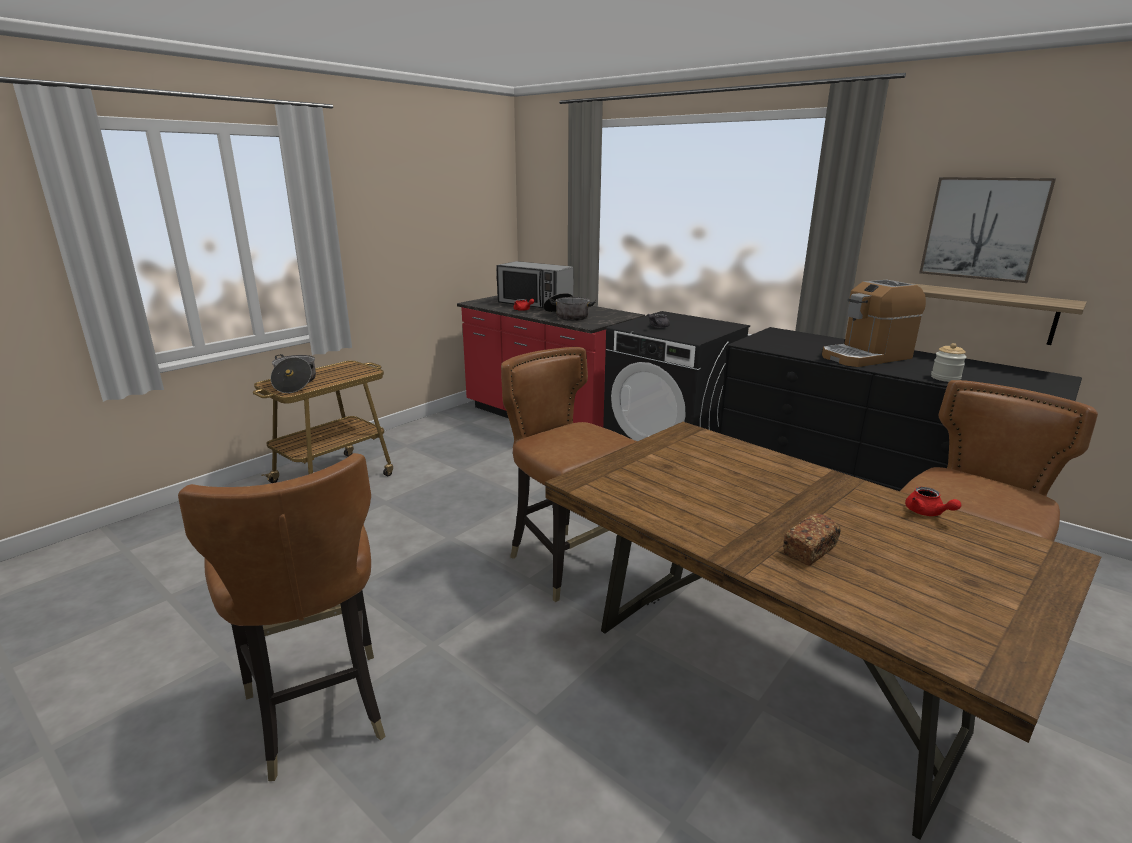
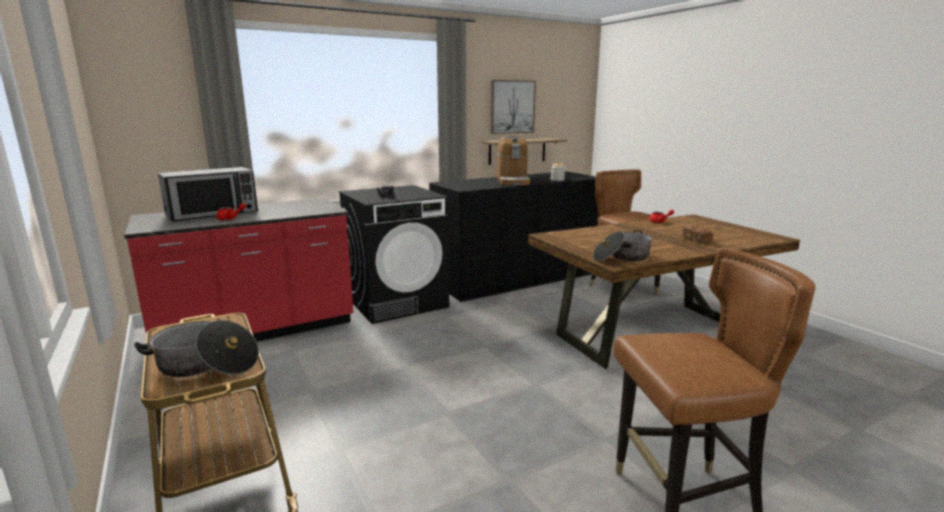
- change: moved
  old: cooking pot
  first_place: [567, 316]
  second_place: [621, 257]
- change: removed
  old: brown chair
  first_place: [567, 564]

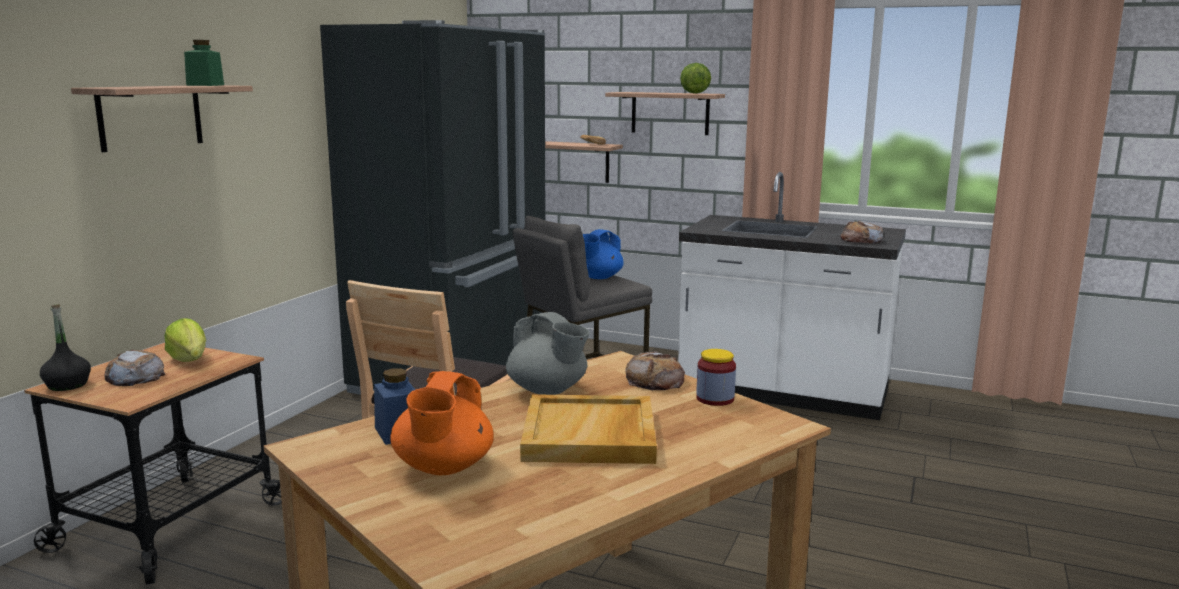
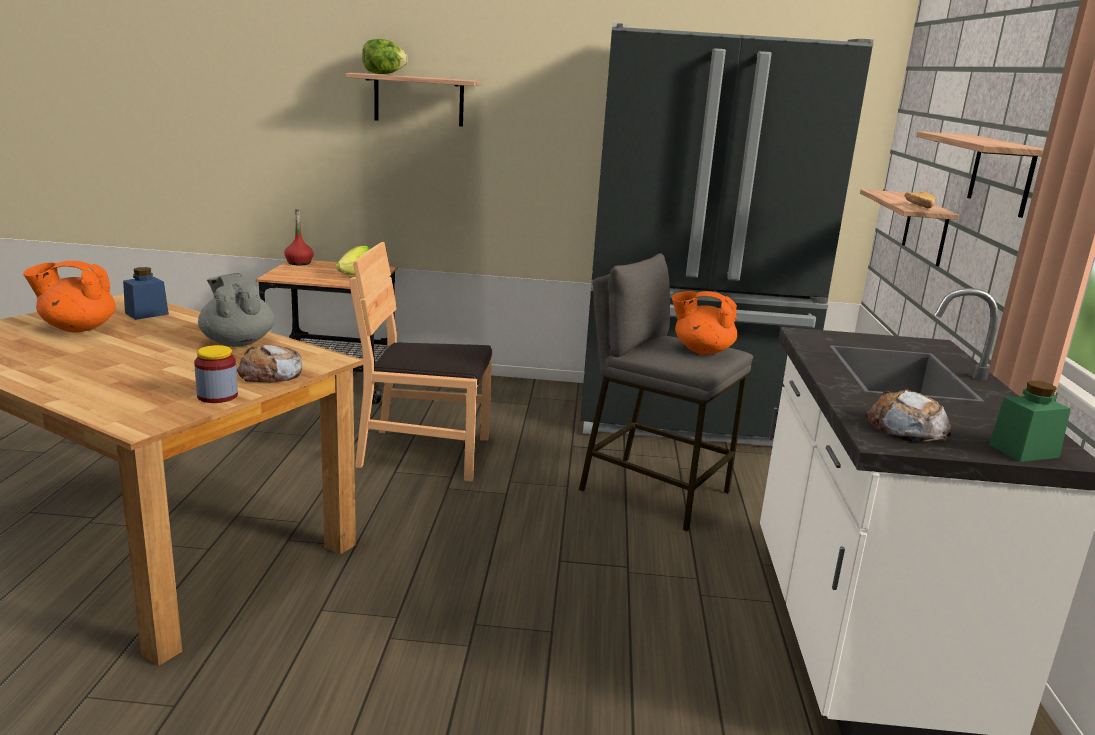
- change: turned
  old: grey teapot
  first_place: [548, 391]
  second_place: [237, 342]
  degrees: 120
- change: recoloured
  old: black bottle
  new: red bottle
  first_place: [67, 385]
  second_place: [299, 263]
- change: moved
  old: lettuce
  first_place: [694, 93]
  second_place: [383, 74]
- change: recoloured
  old: blue teapot
  new: orange teapot
  first_place: [597, 277]
  second_place: [701, 350]
- change: moved
  old: green jar
  first_place: [205, 85]
  second_place: [1023, 451]
- change: removed
  old: bread
  first_place: [135, 377]
- change: removed
  old: beige tray
  first_place: [590, 435]

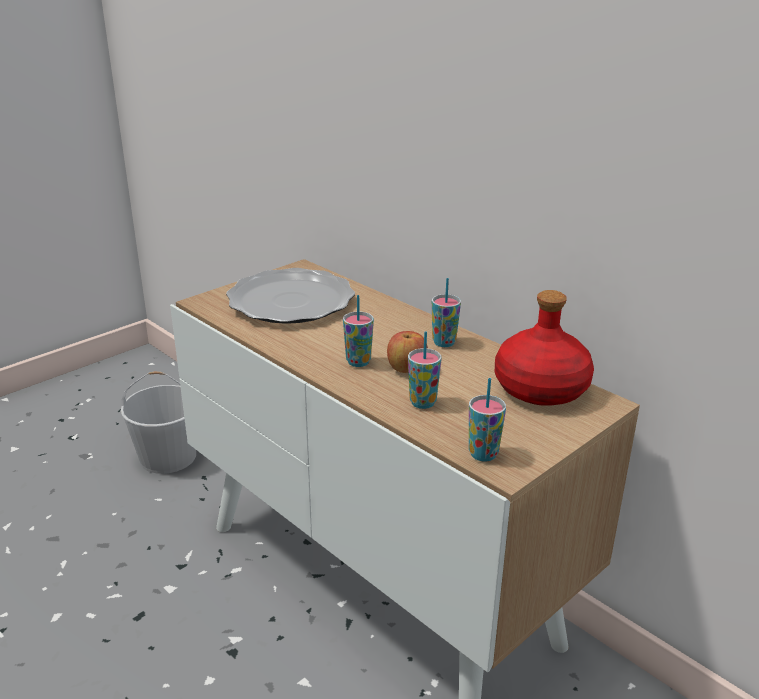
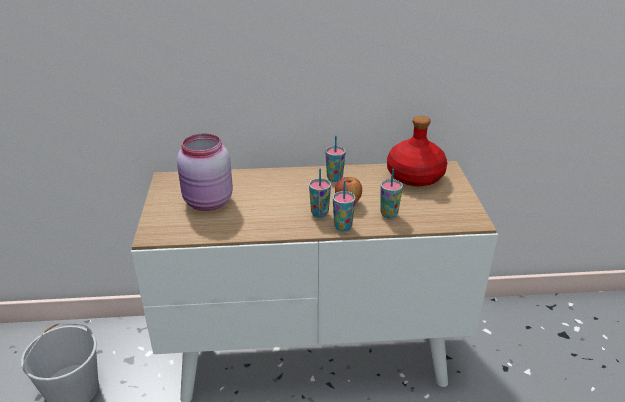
- change: replaced
  old: plate
  new: pink jar
  first_place: [290, 301]
  second_place: [208, 202]
- change: moved
  old: cup
  first_place: [483, 454]
  second_place: [343, 227]

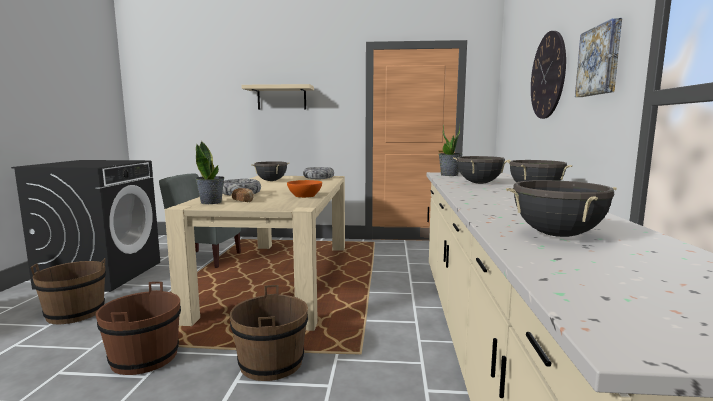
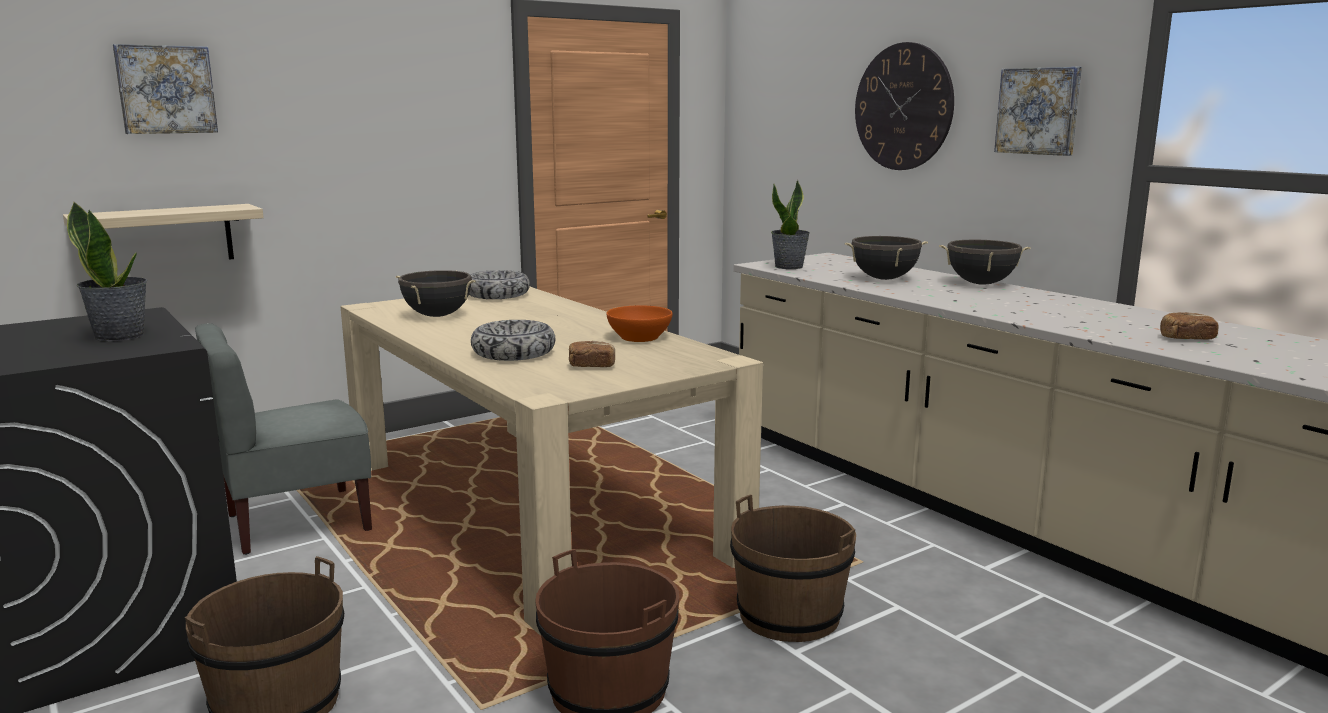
- change: moved
  old: shelf
  first_place: [281, 98]
  second_place: [164, 236]
- change: moved
  old: potted plant
  first_place: [211, 202]
  second_place: [120, 336]
- change: added
  new: picture
  second_place: [166, 89]
- change: replaced
  old: black cooking pot
  new: bread
  first_place: [557, 235]
  second_place: [1186, 339]

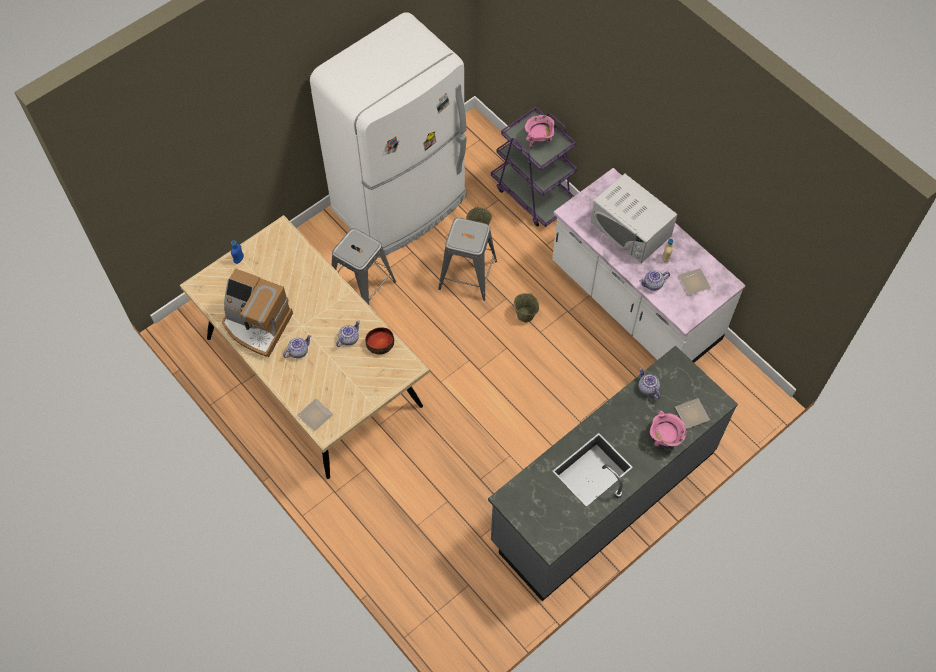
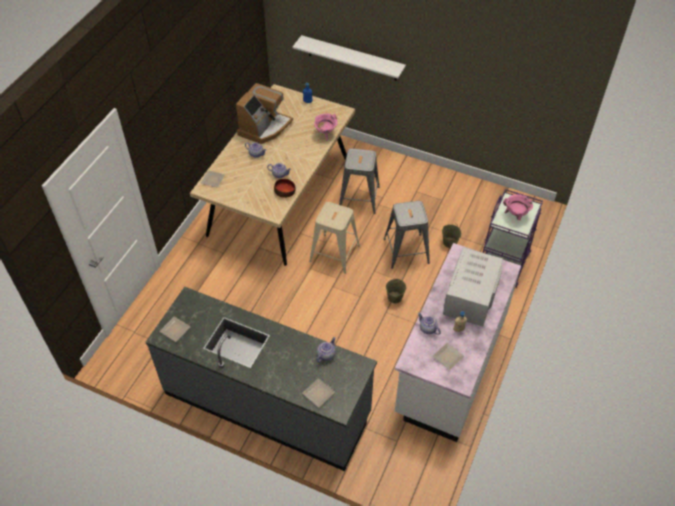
- change: added
  new: plate
  second_place: [174, 330]
- change: turned
  old: coffee machine
  first_place: [257, 325]
  second_place: [264, 128]
  degrees: -150
- change: added
  new: white shelf
  second_place: [352, 58]
- change: added
  new: beige stool
  second_place: [334, 253]
- change: moved
  old: pink cooking pot
  first_place: [664, 438]
  second_place: [325, 134]
- change: removed
  old: white fridge
  first_place: [401, 204]

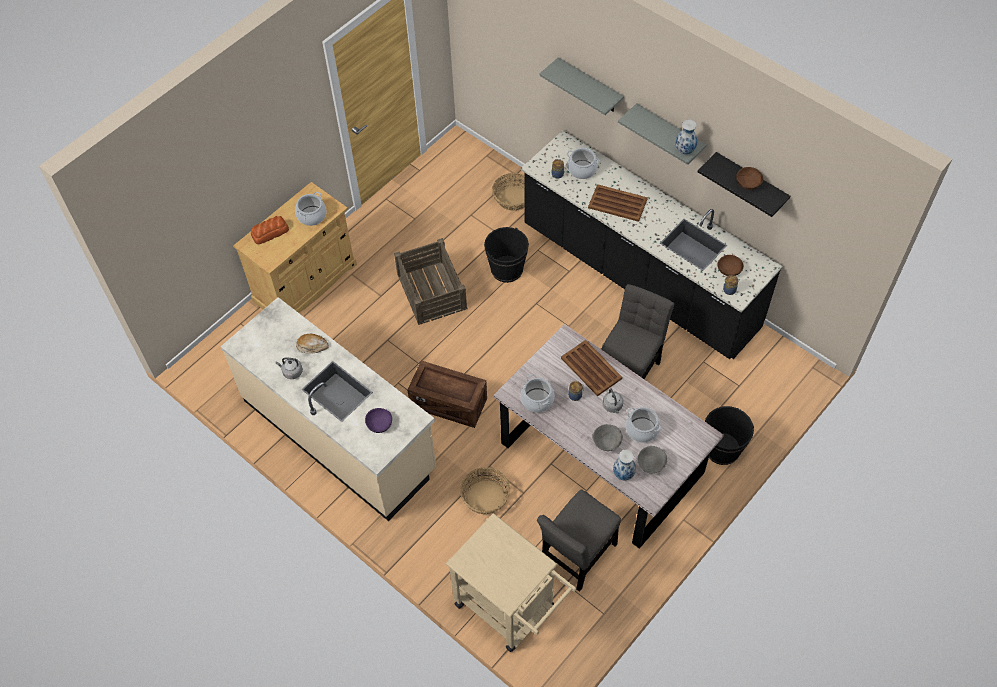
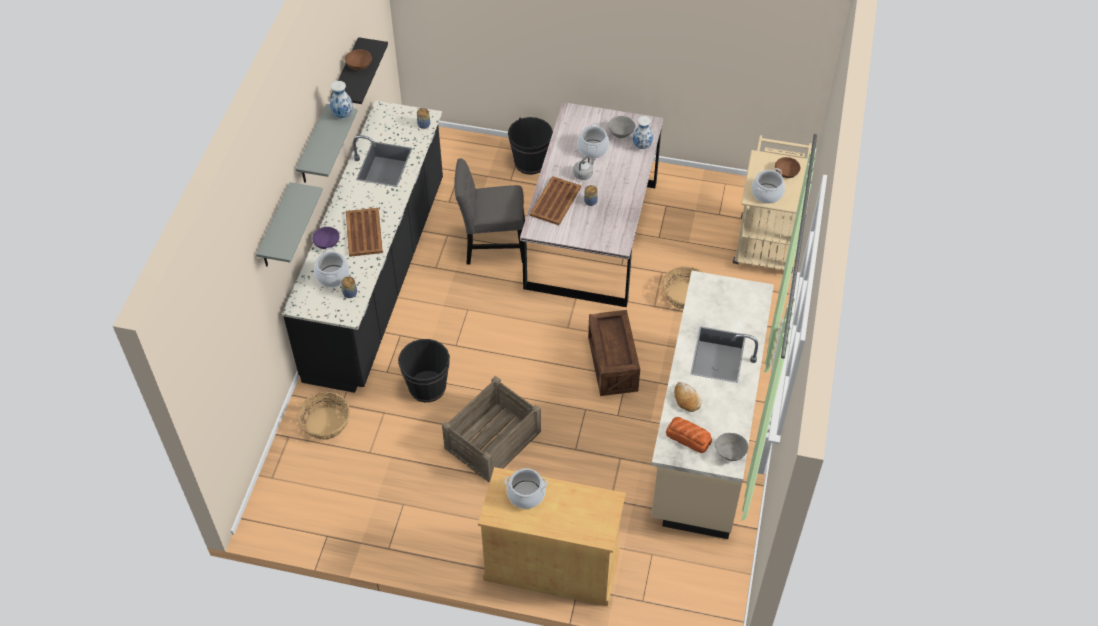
- change: moved
  old: purple bowl
  first_place: [379, 424]
  second_place: [327, 243]
- change: moved
  old: bread
  first_place: [270, 232]
  second_place: [688, 437]
- change: moved
  old: grey bowl
  first_place: [607, 443]
  second_place: [730, 453]
- change: moved
  old: cooking pot
  first_place: [537, 400]
  second_place: [767, 193]
- change: moved
  old: brown bowl
  first_place: [729, 270]
  second_place: [786, 172]
- change: removed
  old: grey kettle
  first_place: [291, 372]
- change: removed
  old: grey chair
  first_place: [577, 556]

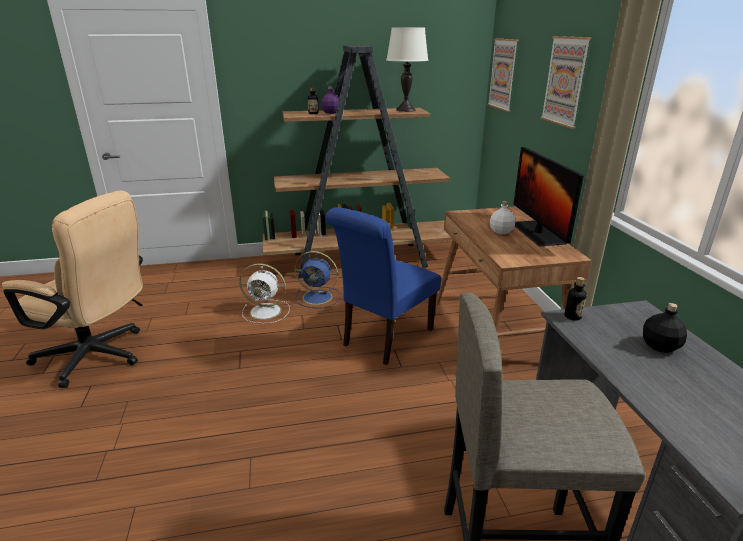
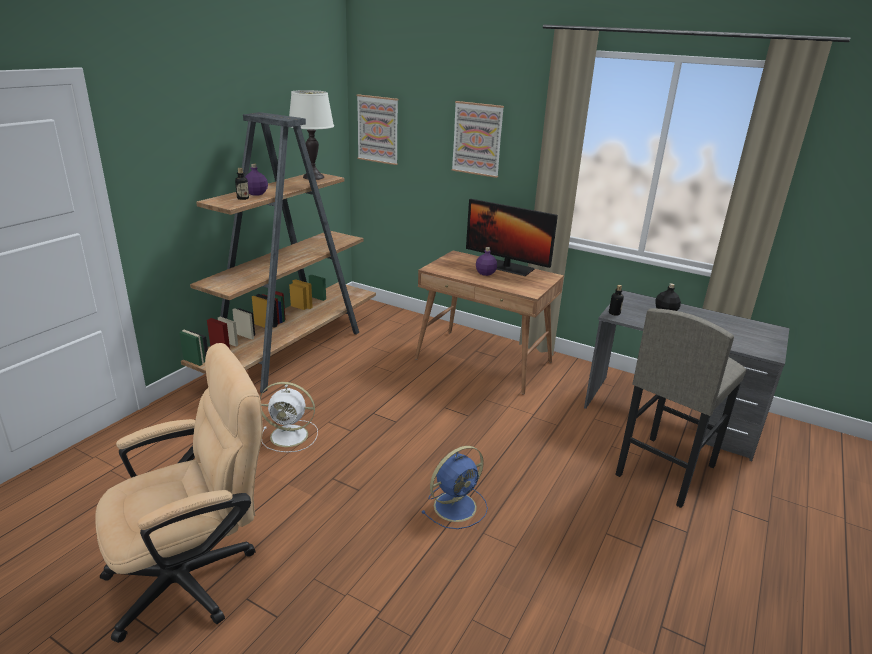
- change: turned
  old: white fan
  first_place: [267, 311]
  second_place: [291, 436]
  degrees: 45
- change: moved
  old: blue fan
  first_place: [319, 297]
  second_place: [456, 506]
- change: recoloured
  old: white bottle
  new: purple bottle
  first_place: [501, 231]
  second_place: [485, 273]
- change: removed
  old: blue chair
  first_place: [384, 339]

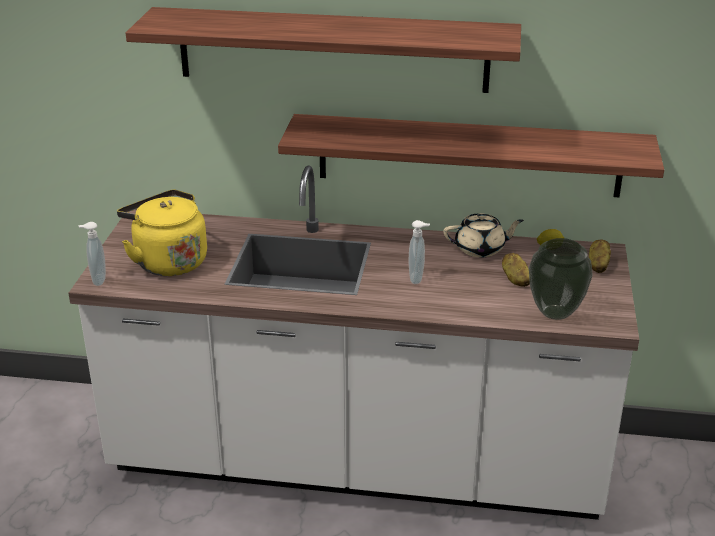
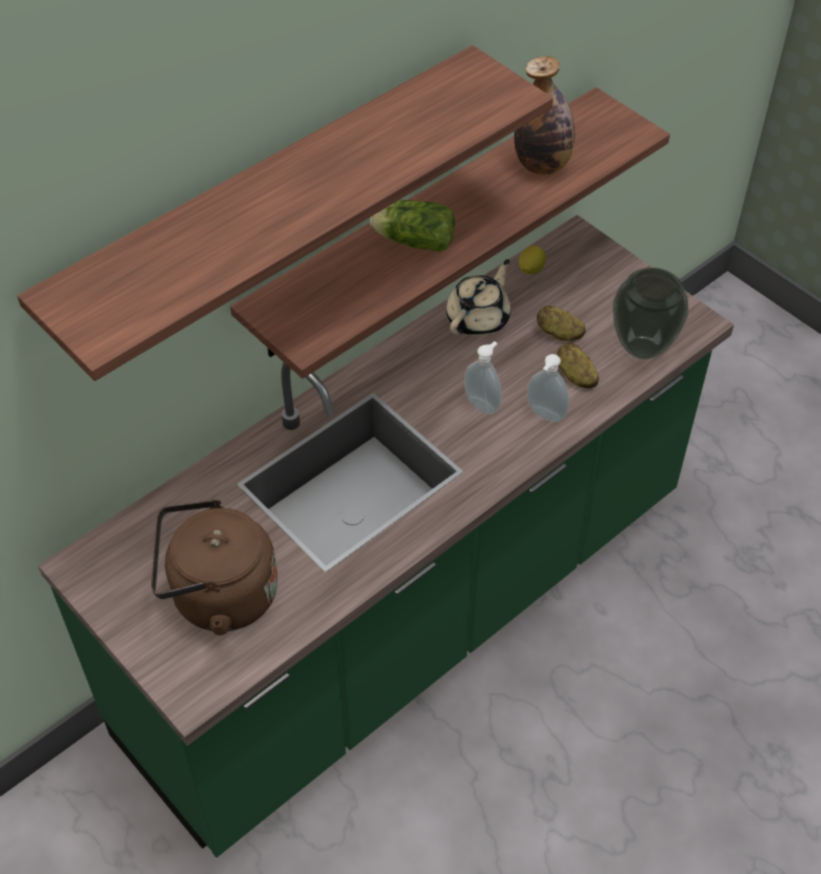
- change: recoloured
  old: white counter
  new: green counter
  first_place: [357, 464]
  second_place: [410, 618]
- change: recoloured
  old: yellow kettle
  new: brown kettle
  first_place: [168, 261]
  second_place: [218, 596]
- change: added
  new: lettuce
  second_place: [411, 240]
- change: added
  new: bottle
  second_place: [542, 165]
- change: moved
  old: soap dispenser
  first_place: [97, 280]
  second_place: [544, 415]
- change: moved
  old: potato
  first_place: [597, 265]
  second_place: [575, 376]

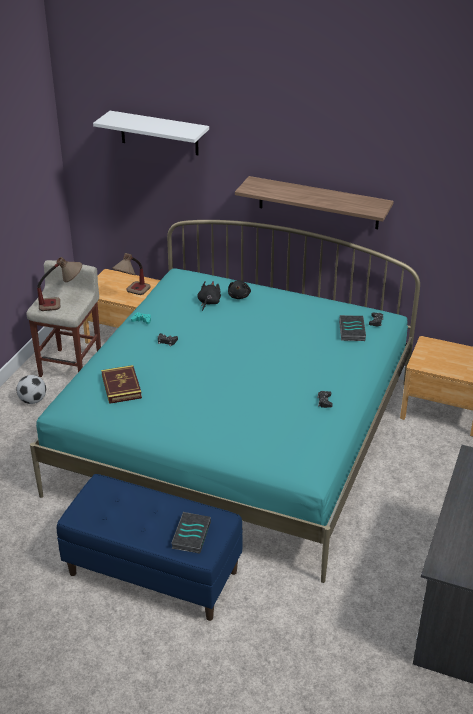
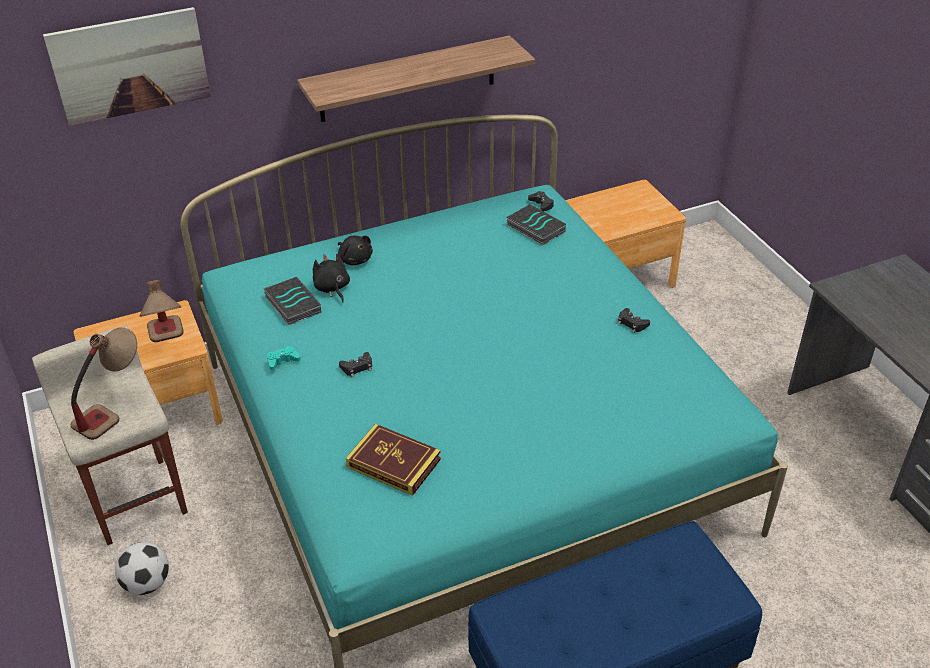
- change: replaced
  old: white shelf
  new: picture
  first_place: [159, 133]
  second_place: [130, 65]
- change: moved
  old: book
  first_place: [190, 535]
  second_place: [291, 304]

